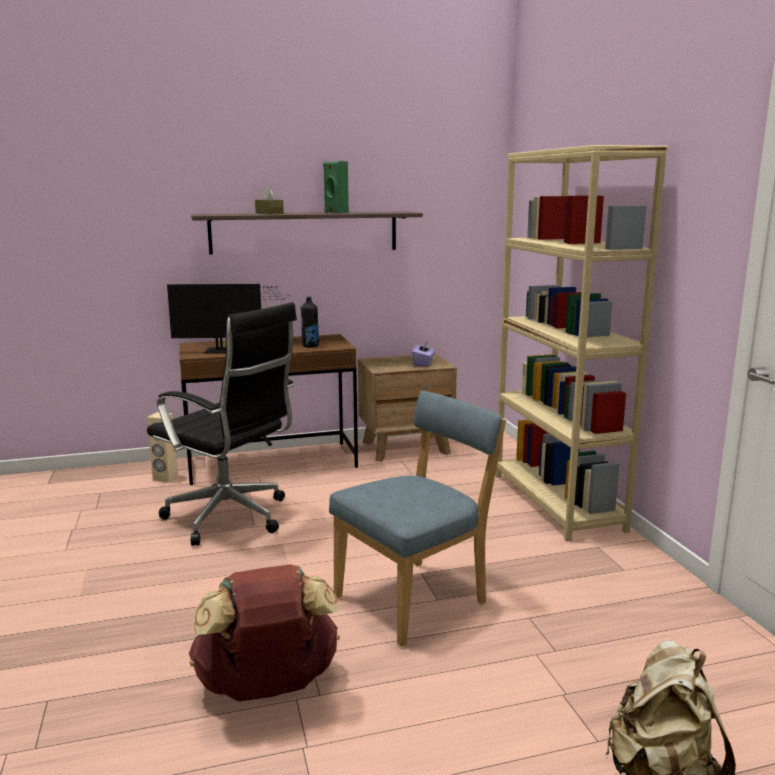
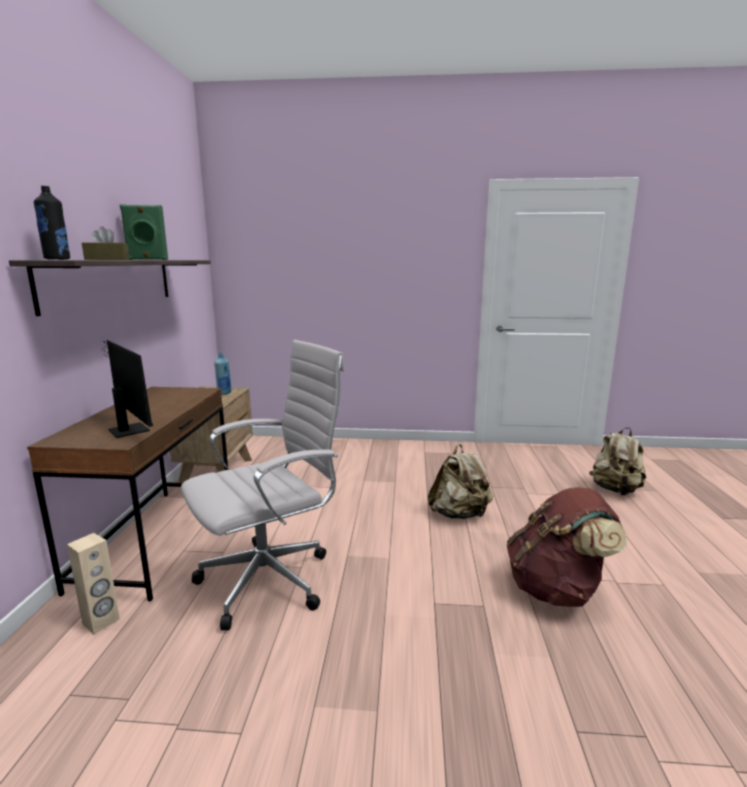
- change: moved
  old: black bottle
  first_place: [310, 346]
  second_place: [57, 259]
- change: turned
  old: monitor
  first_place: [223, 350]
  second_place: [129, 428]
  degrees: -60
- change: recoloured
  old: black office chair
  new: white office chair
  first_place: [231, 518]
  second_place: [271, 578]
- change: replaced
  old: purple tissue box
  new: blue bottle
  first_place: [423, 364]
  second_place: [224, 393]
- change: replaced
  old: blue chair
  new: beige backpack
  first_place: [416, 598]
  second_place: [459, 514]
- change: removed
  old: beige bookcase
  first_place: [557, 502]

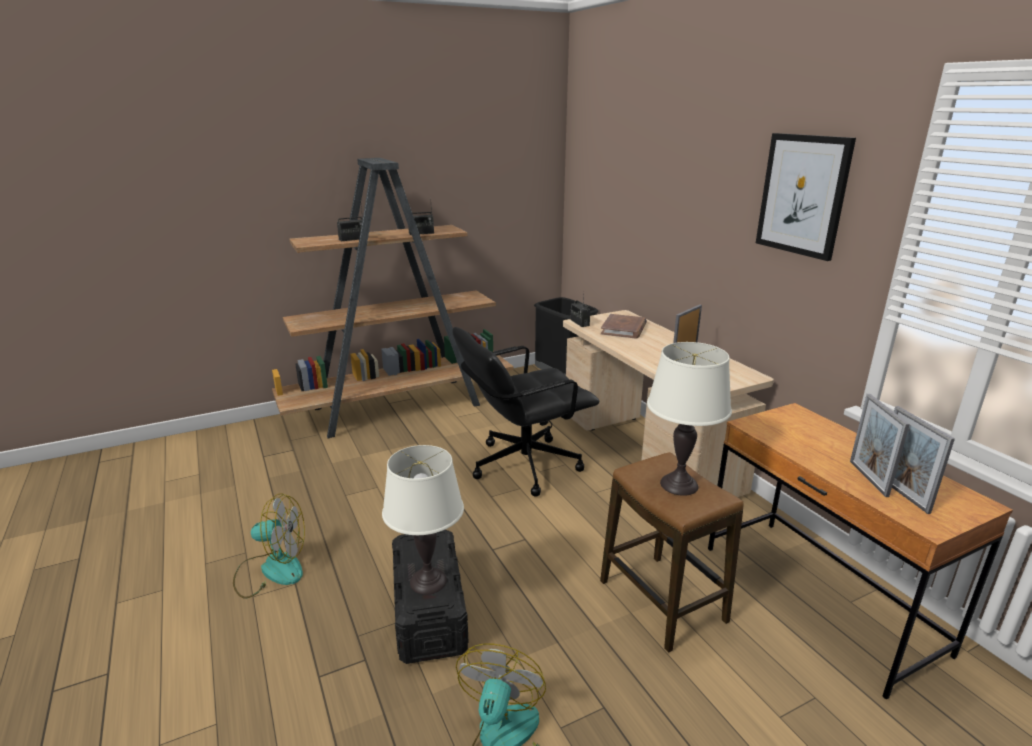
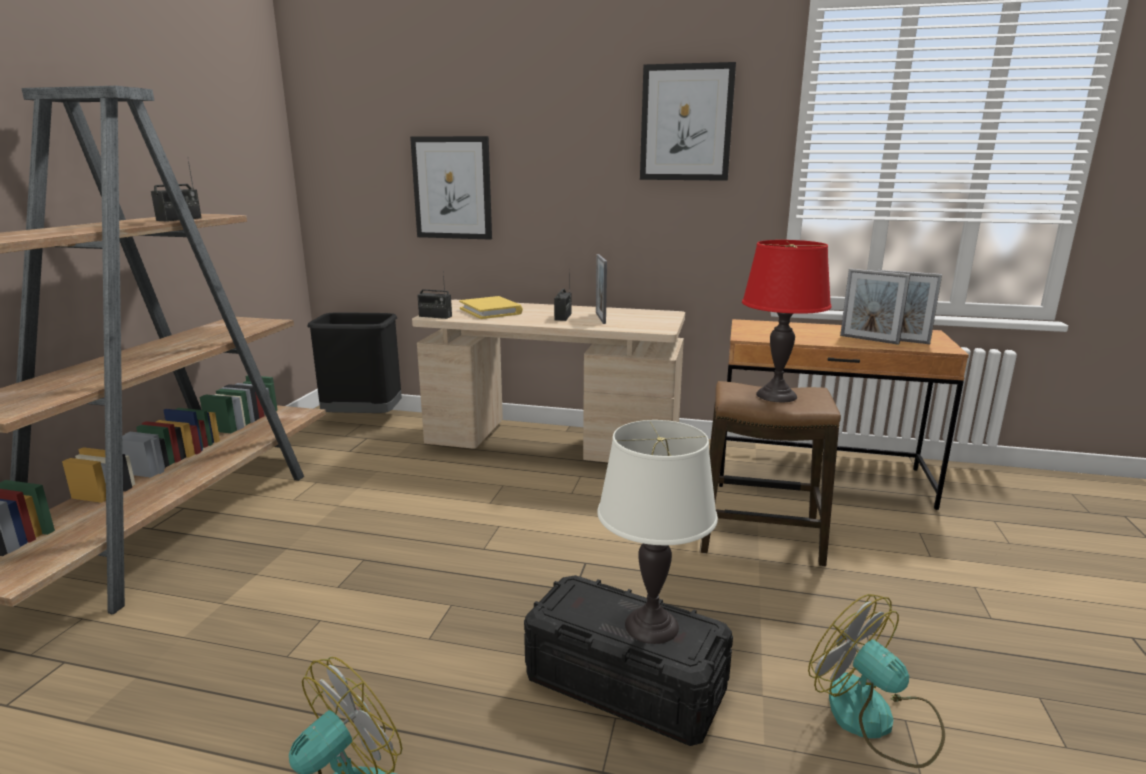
- change: added
  new: picture
  second_place: [452, 188]
- change: recoloured
  old: brown book
  new: yellow book
  first_place: [624, 329]
  second_place: [491, 311]
- change: moved
  old: radio
  first_place: [352, 239]
  second_place: [563, 317]
- change: recoloured
  old: white table lamp
  new: red table lamp
  first_place: [679, 485]
  second_place: [776, 396]
- change: removed
  old: black office chair
  first_place: [523, 465]

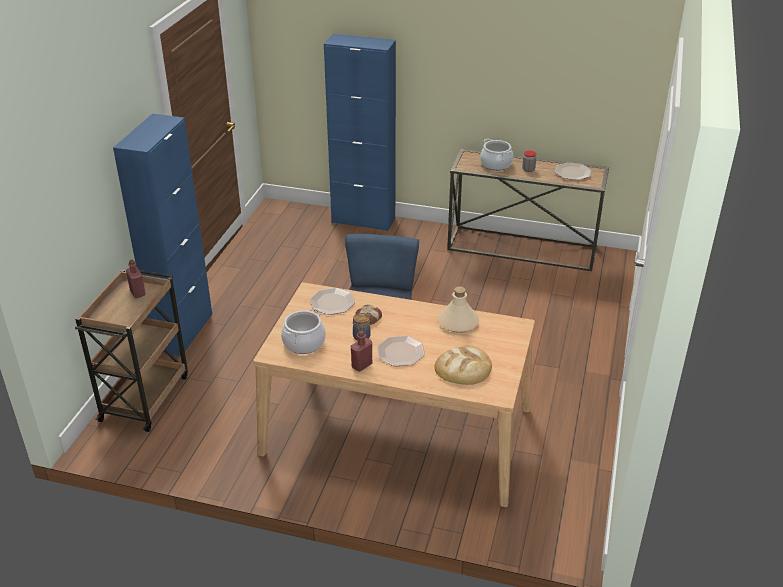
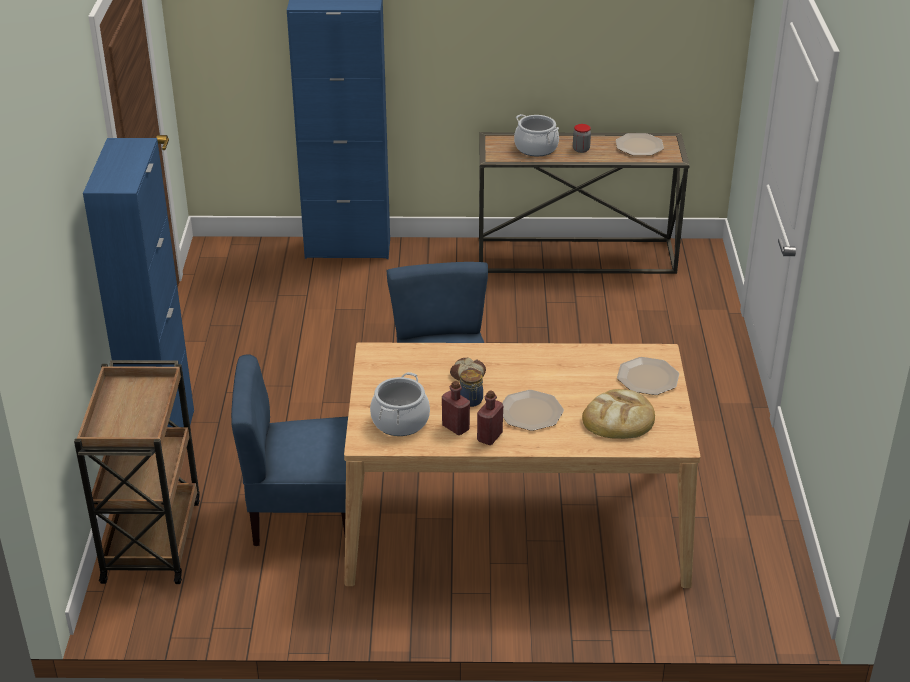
- change: added
  new: blue chair
  second_place: [303, 515]
- change: moved
  old: red bottle
  first_place: [137, 293]
  second_place: [455, 427]
- change: moved
  old: plate
  first_place: [332, 302]
  second_place: [648, 377]
- change: removed
  old: beige bottle
  first_place: [457, 322]

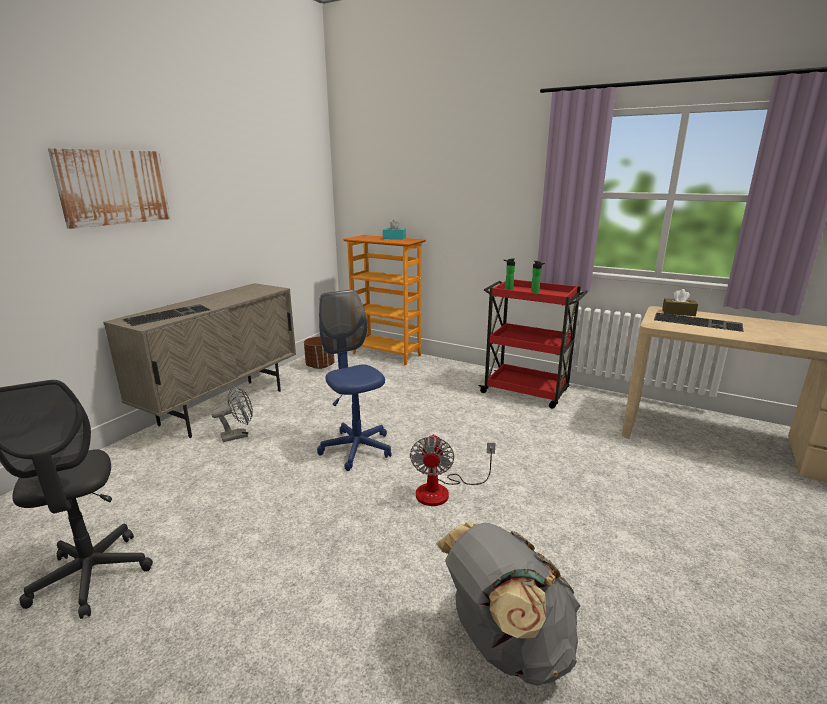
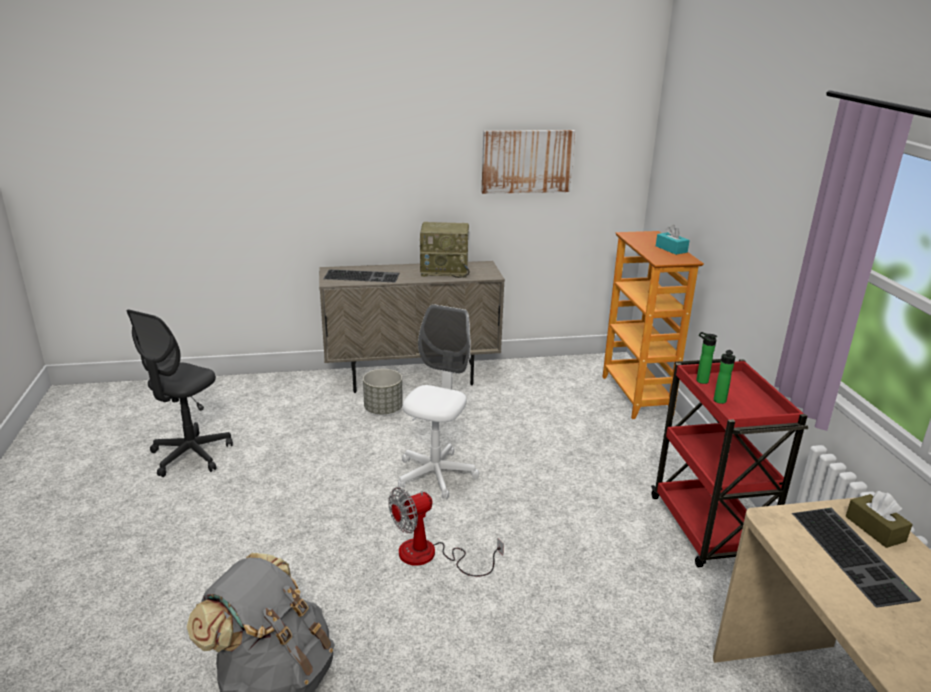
- change: replaced
  old: grey fan
  new: grey planter
  first_place: [239, 435]
  second_place: [383, 409]
- change: recoloured
  old: blue office chair
  new: white office chair
  first_place: [356, 449]
  second_place: [436, 475]
- change: added
  new: radio
  second_place: [445, 270]
- change: moved
  old: picture
  first_place: [114, 187]
  second_place: [527, 161]
- change: removed
  old: brown planter
  first_place: [320, 366]

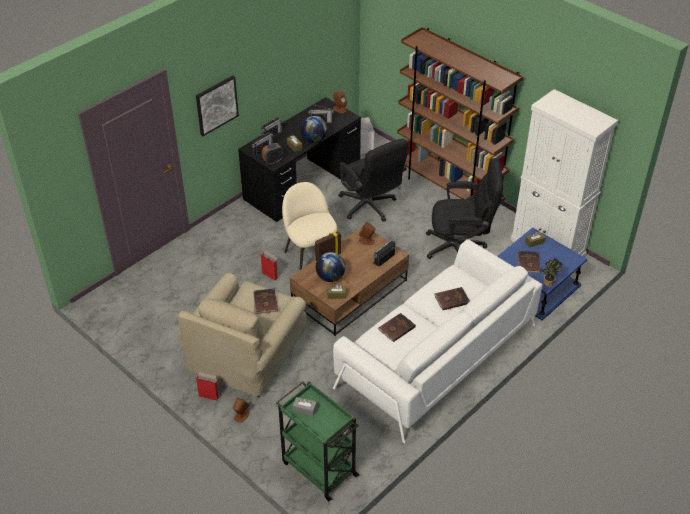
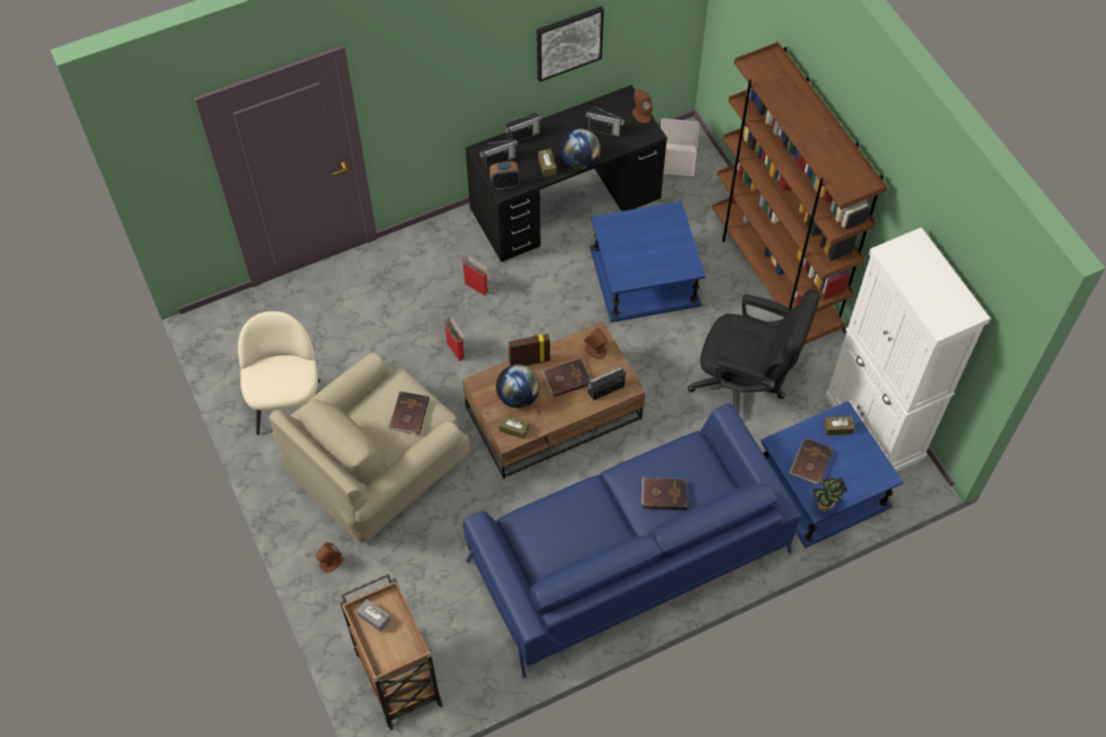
- change: moved
  old: beige chair
  first_place: [310, 255]
  second_place: [288, 404]
- change: recoloured
  old: green cart
  new: brown cart
  first_place: [318, 468]
  second_place: [397, 675]
- change: moved
  old: cardboard box
  first_place: [209, 396]
  second_place: [476, 287]
- change: recoloured
  old: white sofa
  new: blue sofa
  first_place: [436, 356]
  second_place: [628, 556]
- change: moved
  old: picture
  first_place: [216, 105]
  second_place: [568, 42]
- change: moved
  old: brown book
  first_place: [396, 328]
  second_place: [566, 378]
- change: replaced
  old: black office chair
  new: blue side table
  first_place: [370, 207]
  second_place: [644, 276]

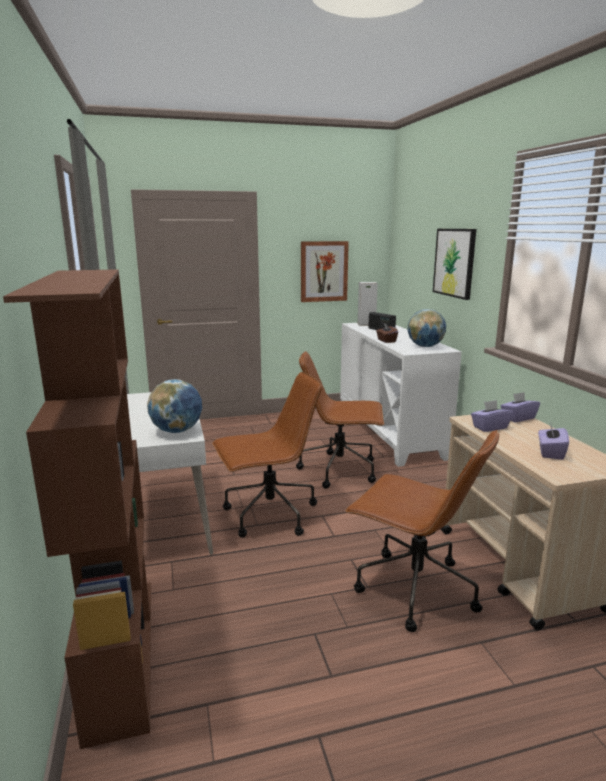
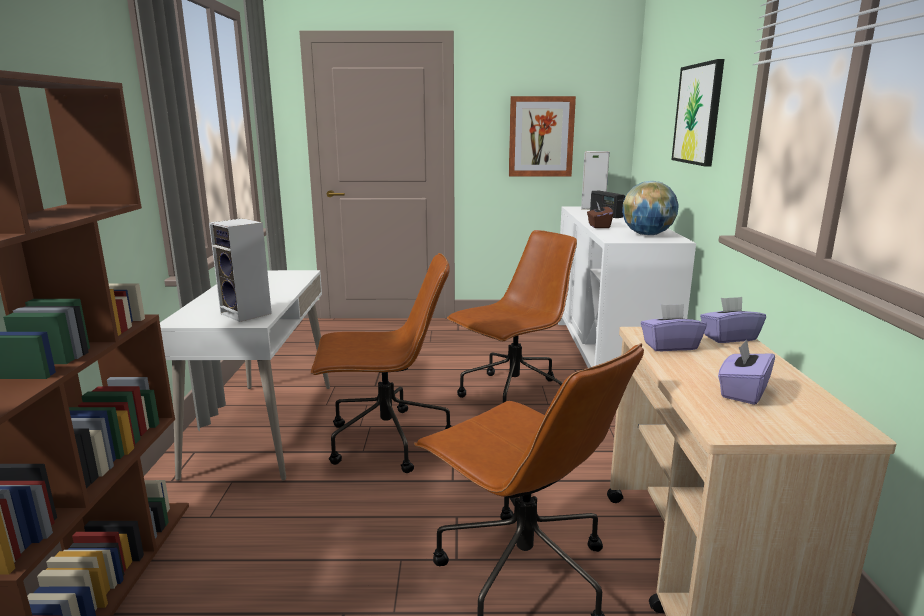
- change: replaced
  old: globe
  new: speaker
  first_place: [177, 431]
  second_place: [248, 314]
- change: turned
  old: brown office chair
  first_place: [340, 470]
  second_place: [512, 396]
  degrees: 120

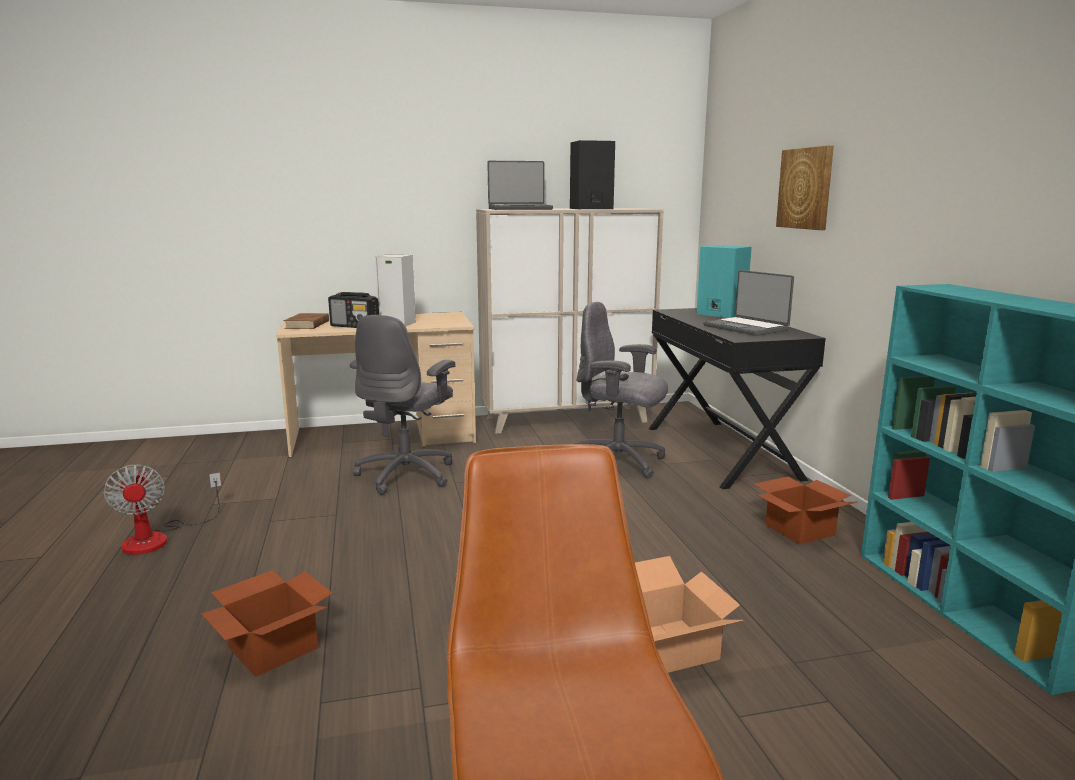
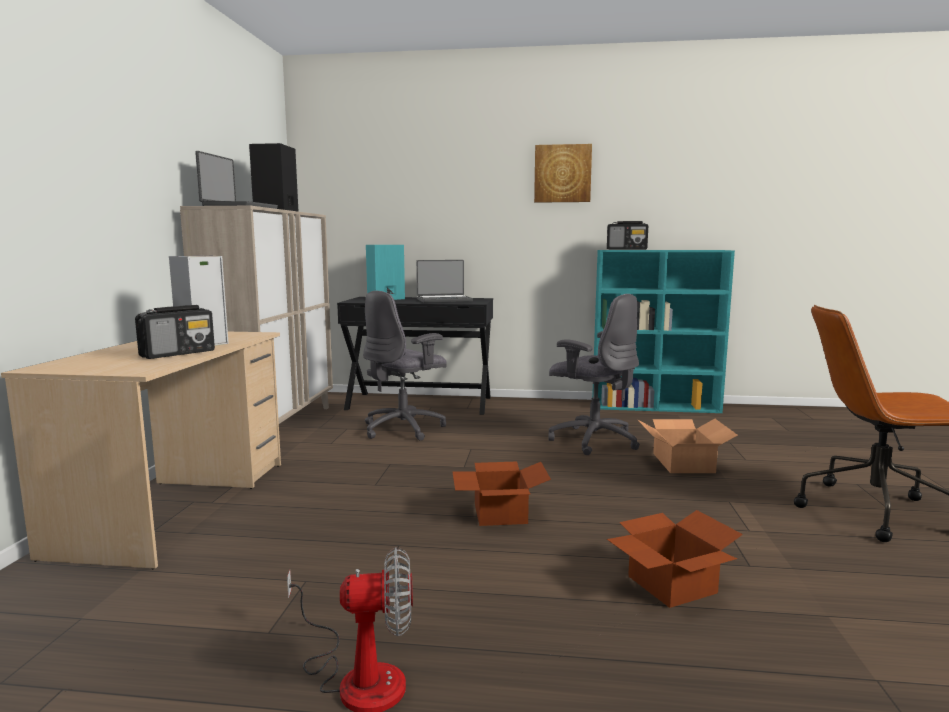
- change: moved
  old: cardboard box
  first_place: [799, 529]
  second_place: [498, 513]
- change: moved
  old: picture
  first_place: [806, 188]
  second_place: [562, 173]
- change: moved
  old: grey office chair
  first_place: [407, 475]
  second_place: [593, 440]
- change: added
  new: radio
  second_place: [627, 249]
- change: removed
  old: brown book
  first_place: [307, 325]

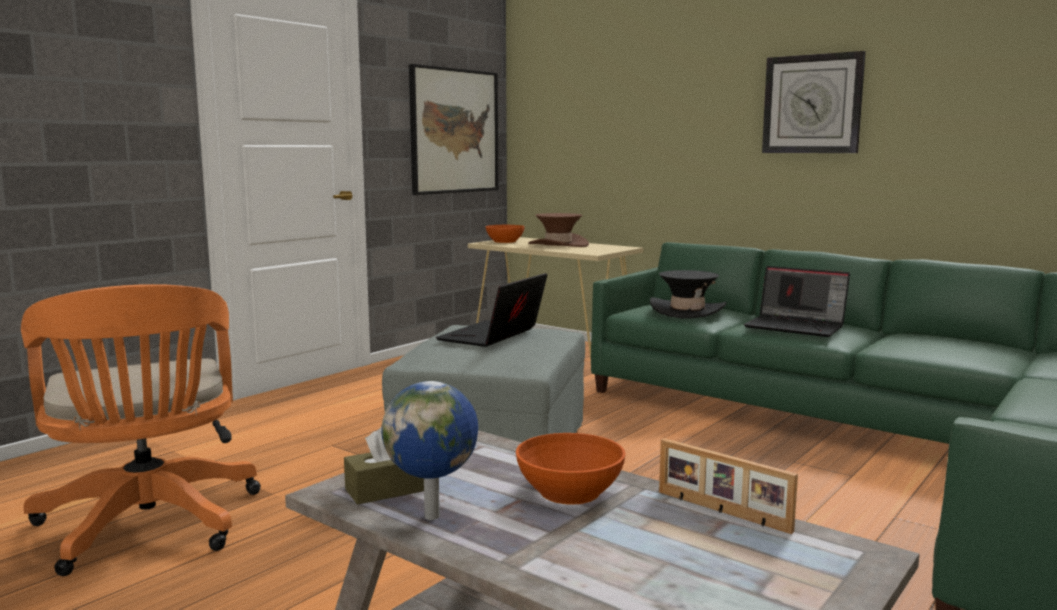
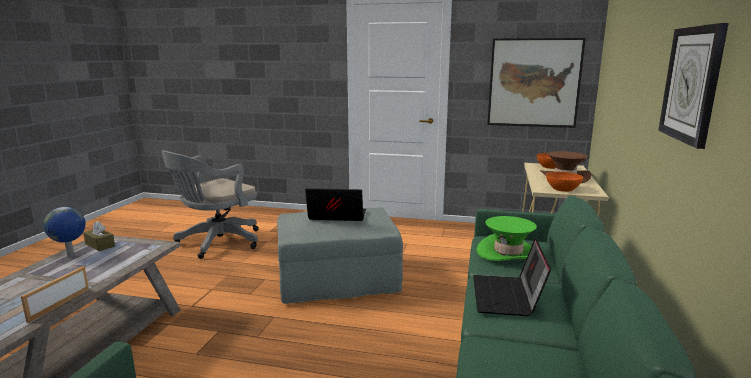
- change: recoloured
  old: orange office chair
  new: grey office chair
  first_place: [149, 527]
  second_place: [216, 243]
- change: recoloured
  old: black hat
  new: green hat
  first_place: [687, 311]
  second_place: [508, 253]
- change: moved
  old: orange bowl
  first_place: [569, 491]
  second_place: [563, 188]

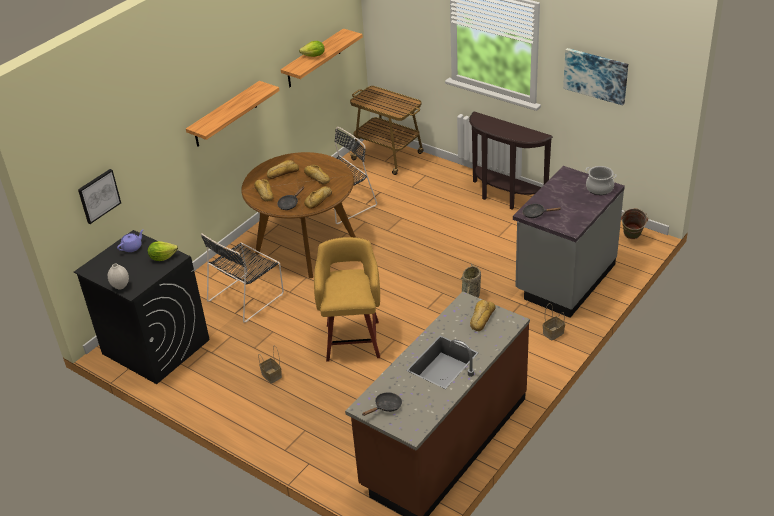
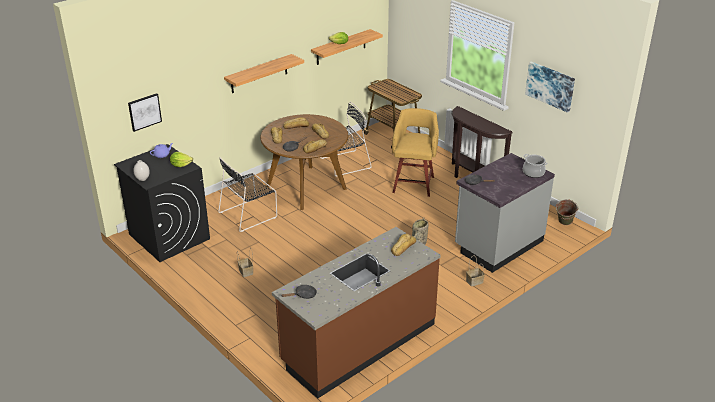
- change: moved
  old: yellow stool
  first_place: [353, 339]
  second_place: [414, 183]

